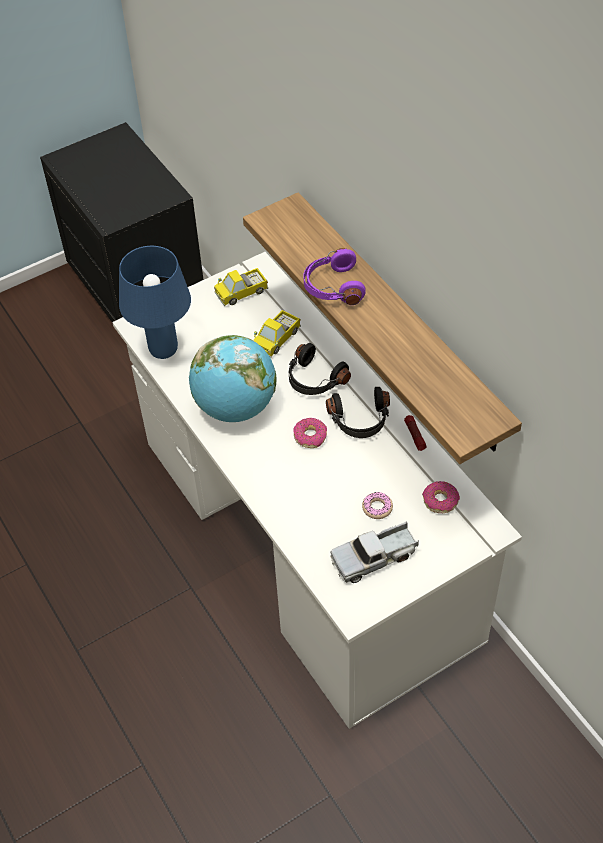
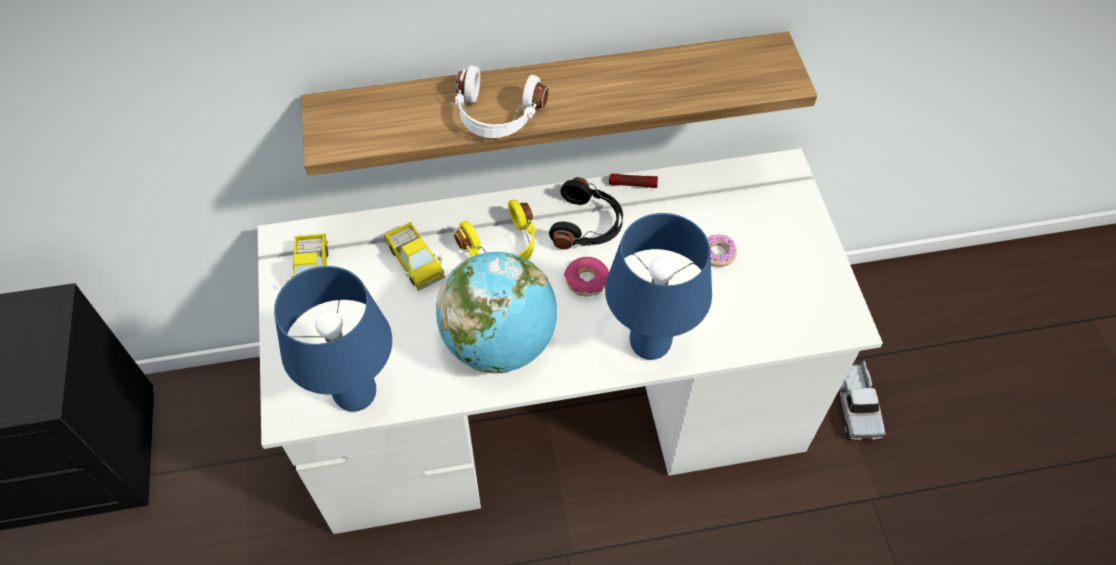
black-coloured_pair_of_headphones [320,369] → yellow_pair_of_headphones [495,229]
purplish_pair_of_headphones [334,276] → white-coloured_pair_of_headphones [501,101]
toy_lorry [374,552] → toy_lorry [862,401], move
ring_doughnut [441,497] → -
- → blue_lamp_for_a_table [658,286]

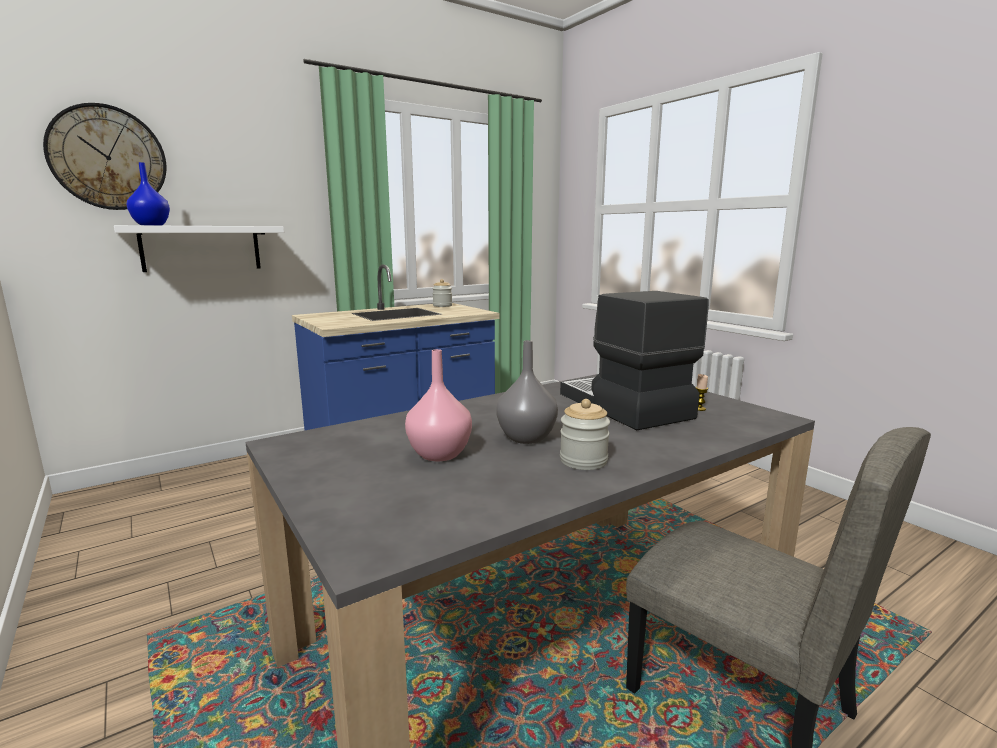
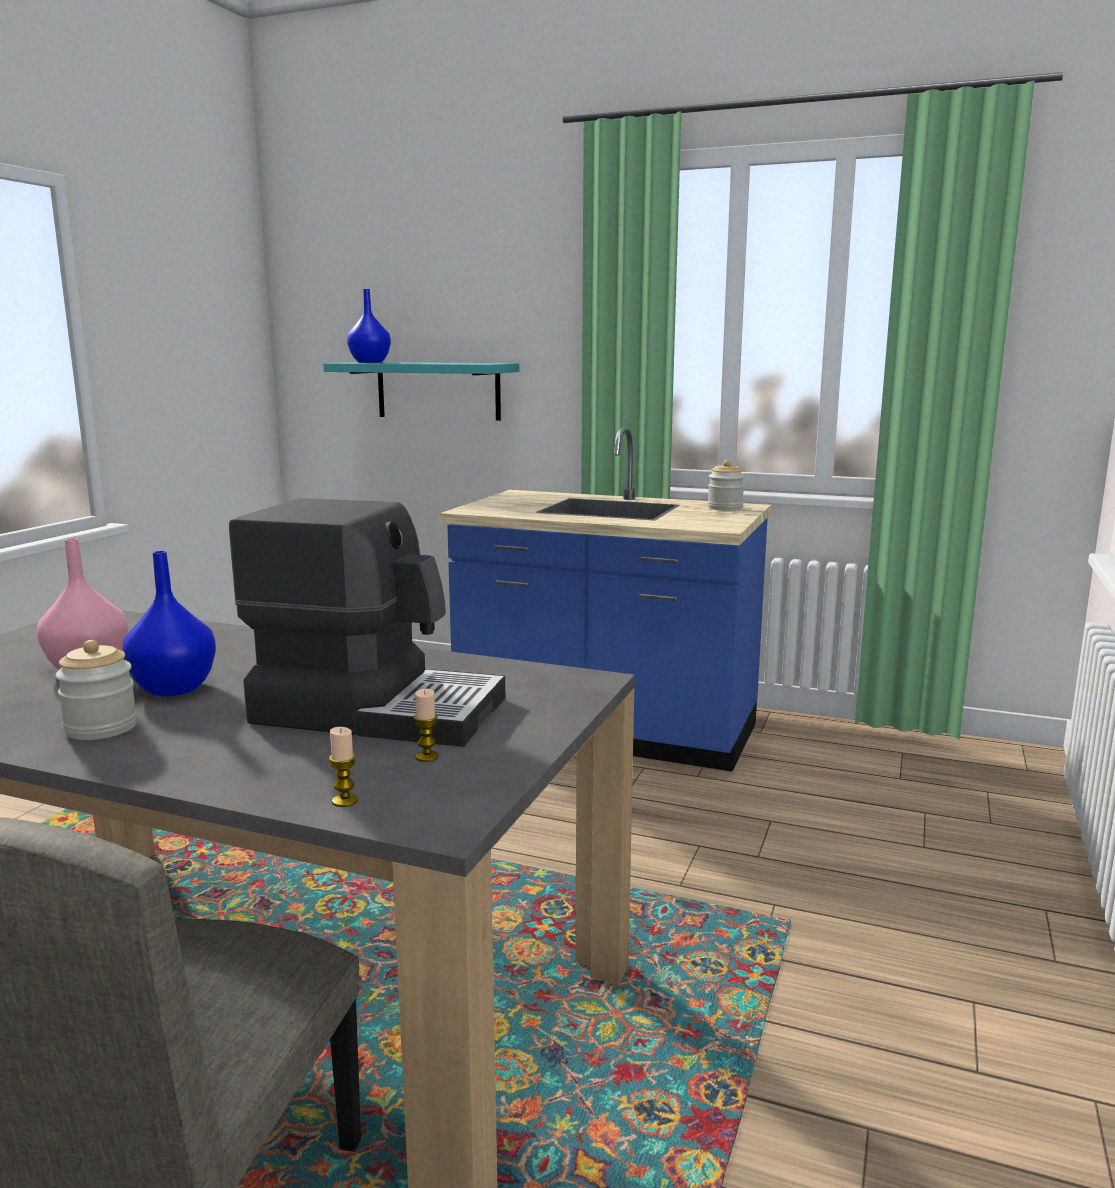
clock_on_the_wall [104,156] → -
white-coloured_wall_shelf [199,248] → blue-green_wall_shelf [421,391]
grey_decorative_vase [527,392] → blue_decorative_vase [169,623]
coffee_maker [634,360] → coffee_maker [367,622], 75 degrees clockwise
- → wax_candle [343,767]

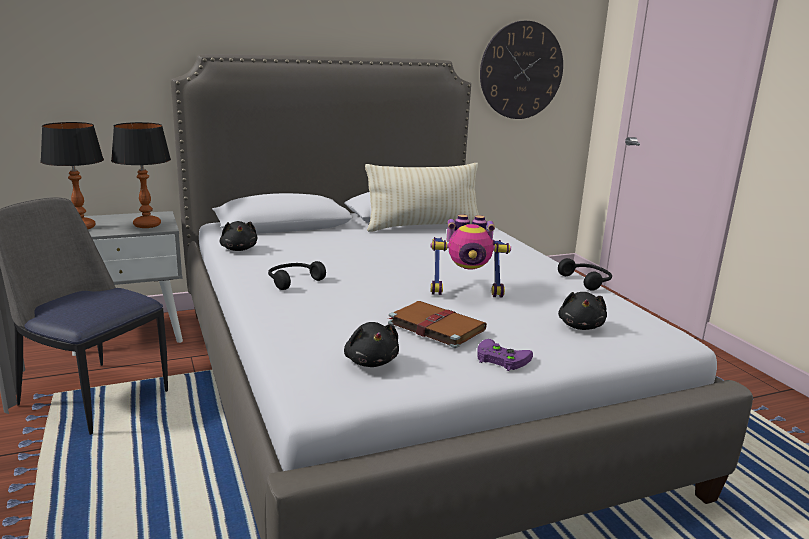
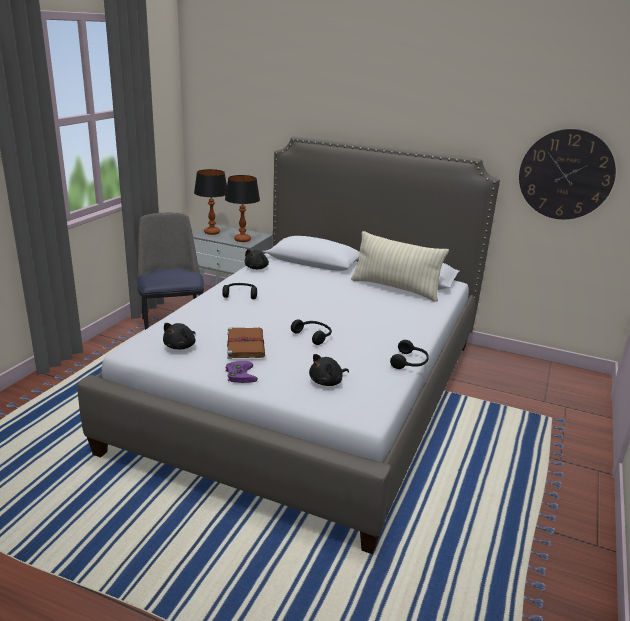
robot_figure [471,256] → black-coloured_pair_of_headphones [311,332]

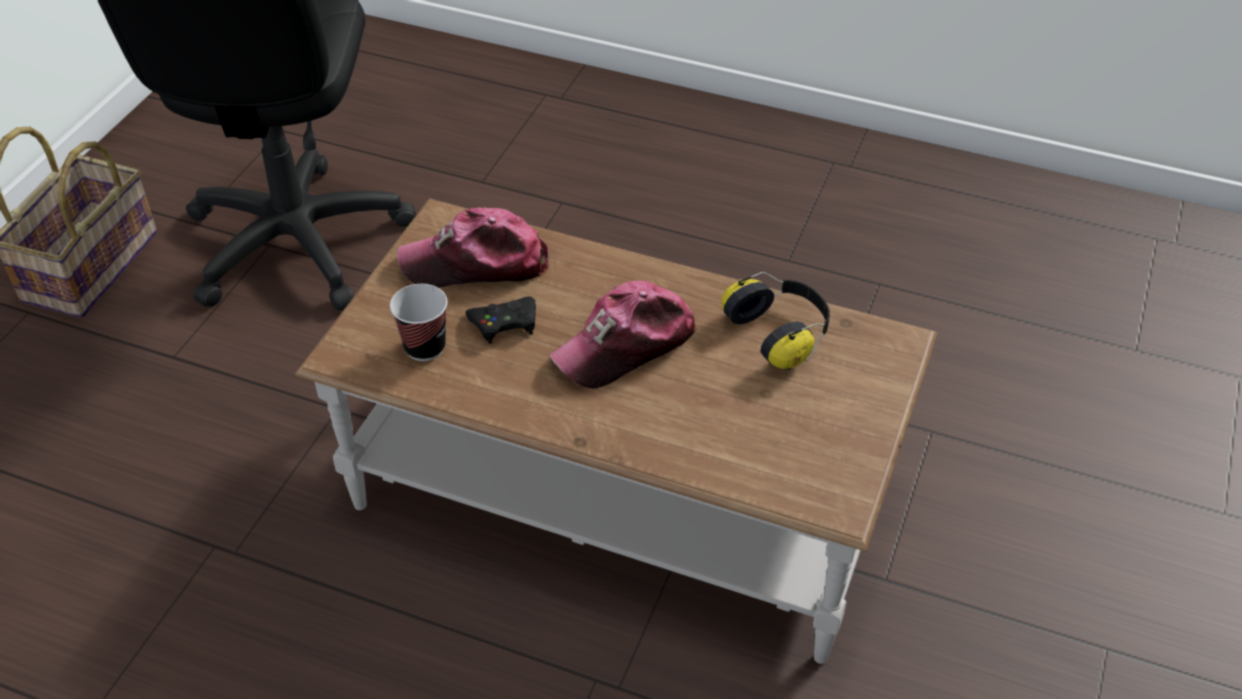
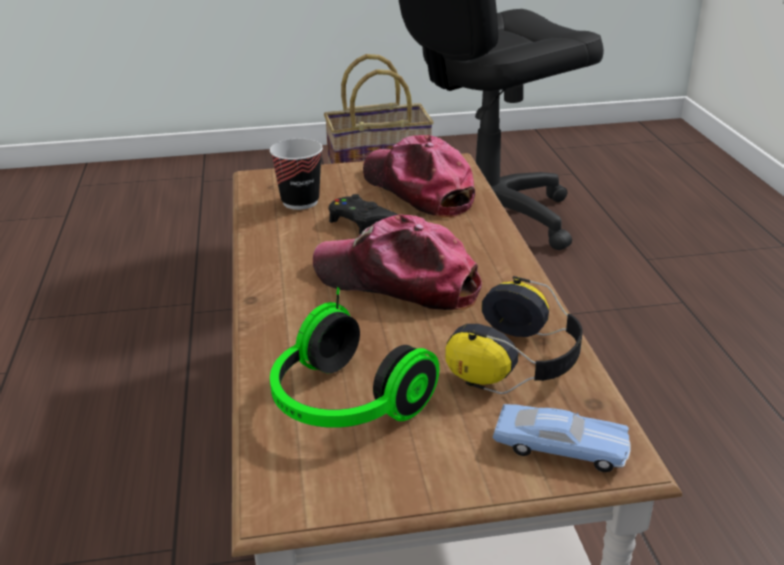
- → pair_of_headphones [354,357]
- → blue_model_car [562,438]

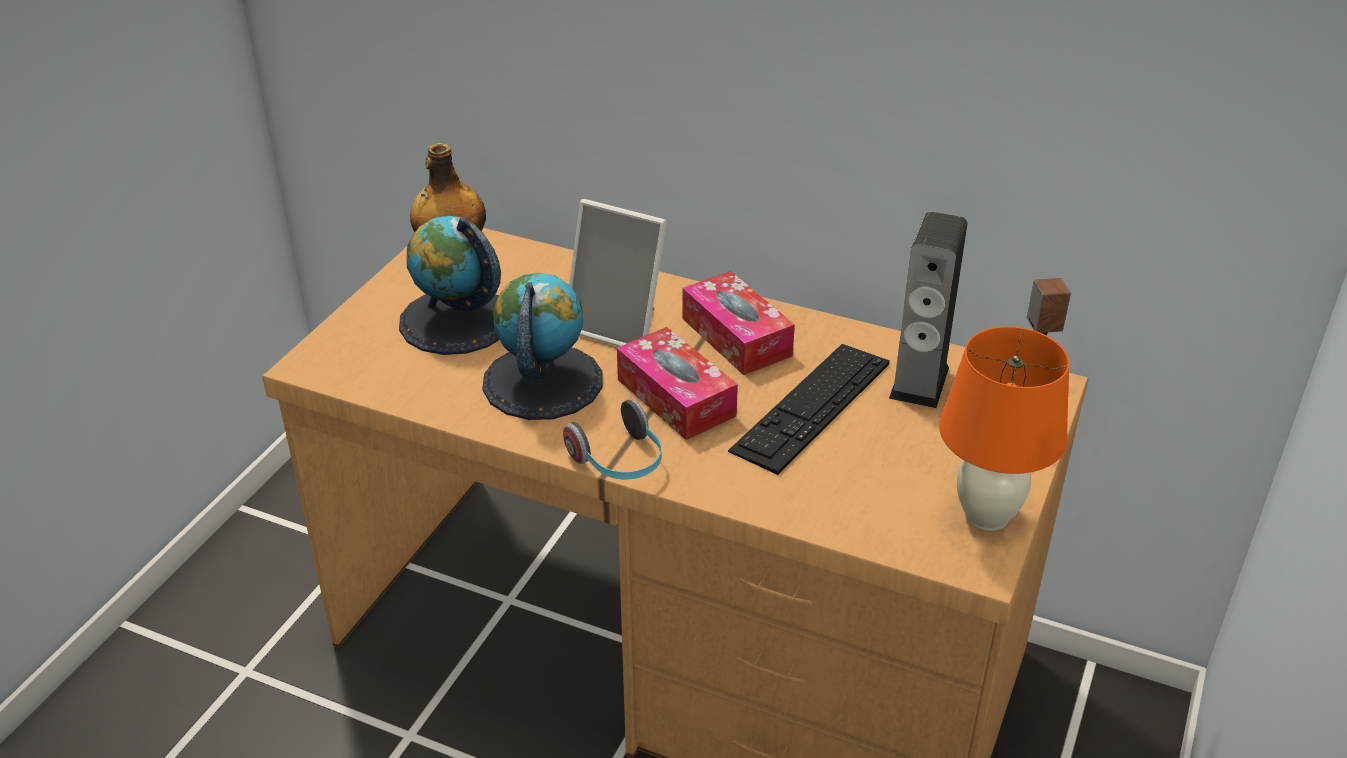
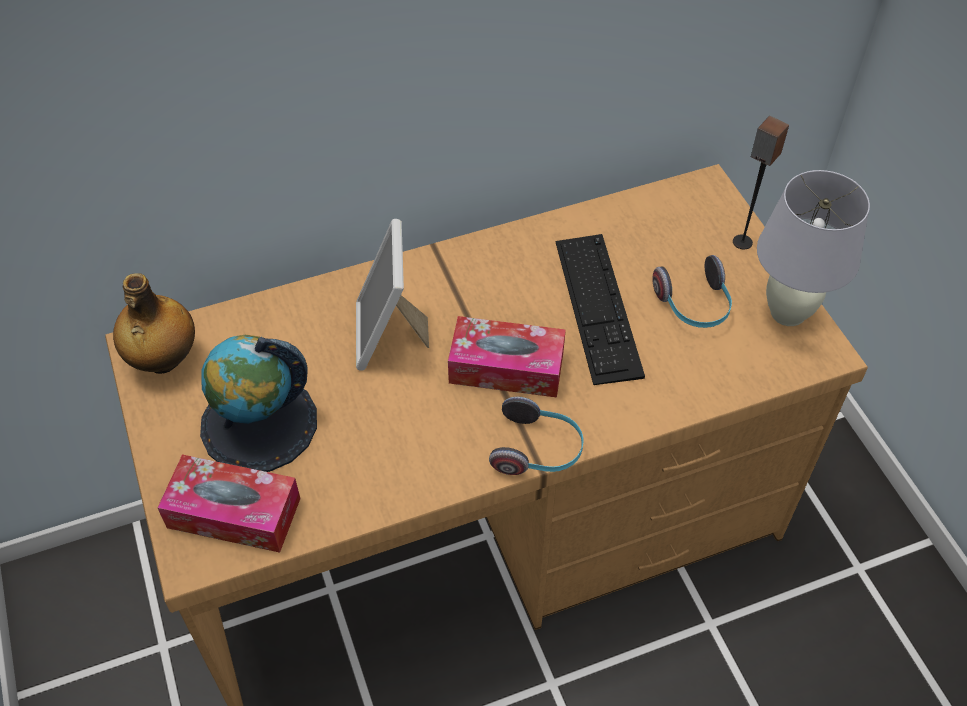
desk_globe [542,346] → -
standing_frame [618,273] → standing_frame [392,295], 105 degrees clockwise
tissue_box [738,323] → tissue_box [229,503], move
audio_speaker [928,310] → -
orange_lamp_for_a_table [1004,428] → white-coloured_lamp_for_a_table [813,248]
- → pair_of_headphones [692,291]

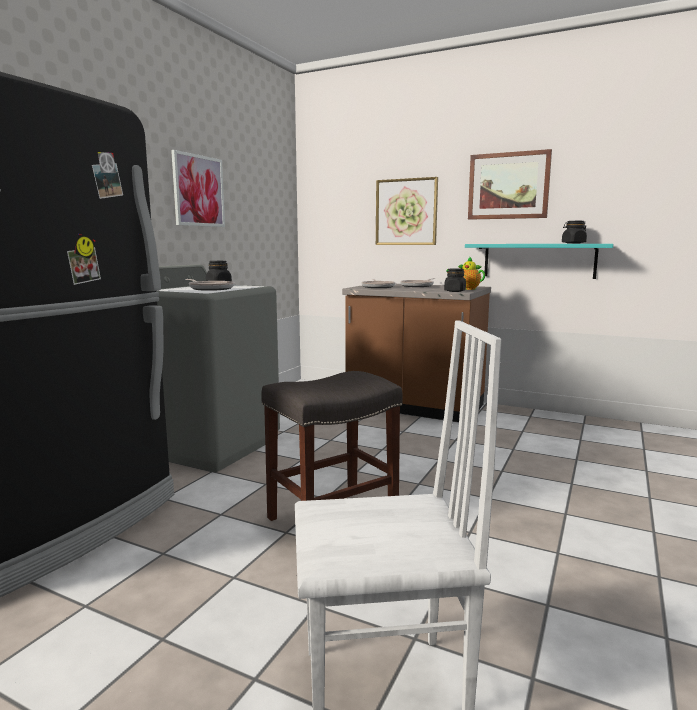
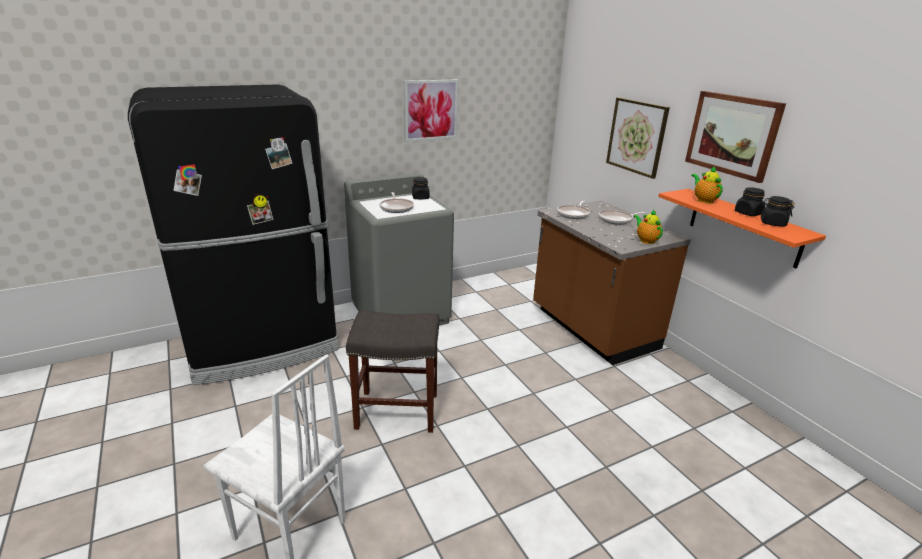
black-coloured_preserve_jar [455,280] → black-coloured_preserve_jar [750,201], move
blue-green_wall_shelf [539,261] → orange_wall_shelf [742,228]
- → pot_for_tea [707,185]

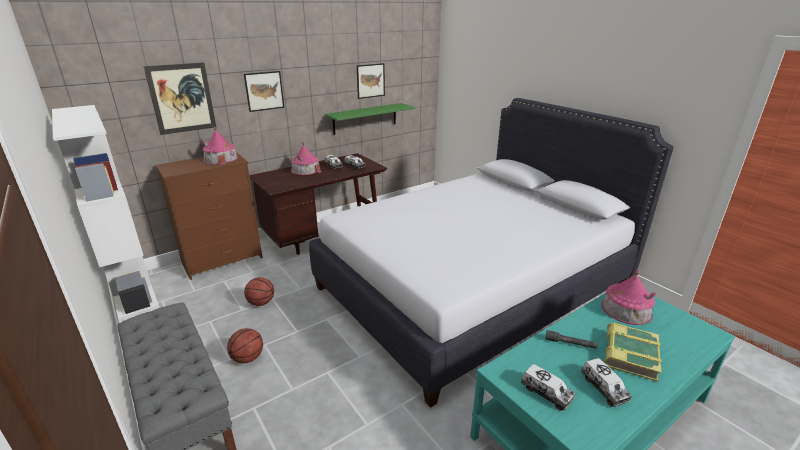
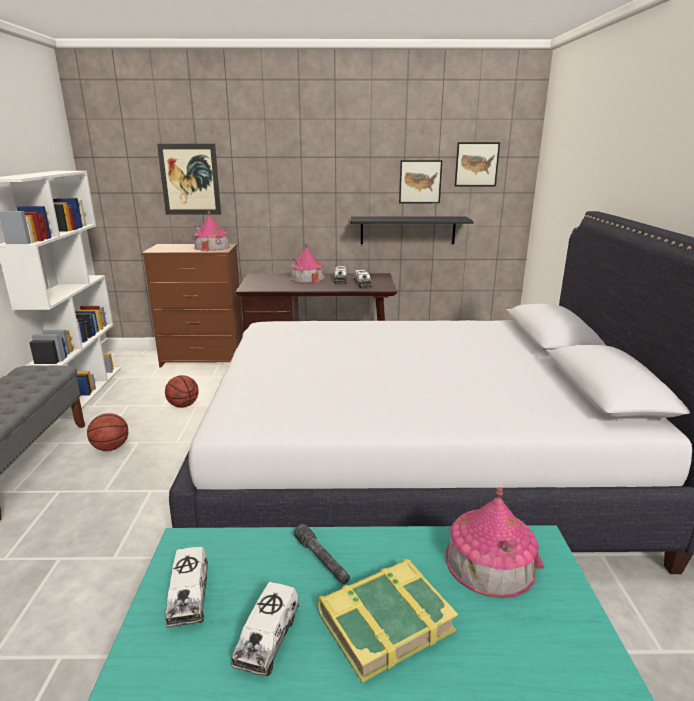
picture [264,91] → picture [477,164], move
green_wall_shelf [370,119] → black-coloured_wall_shelf [412,230]

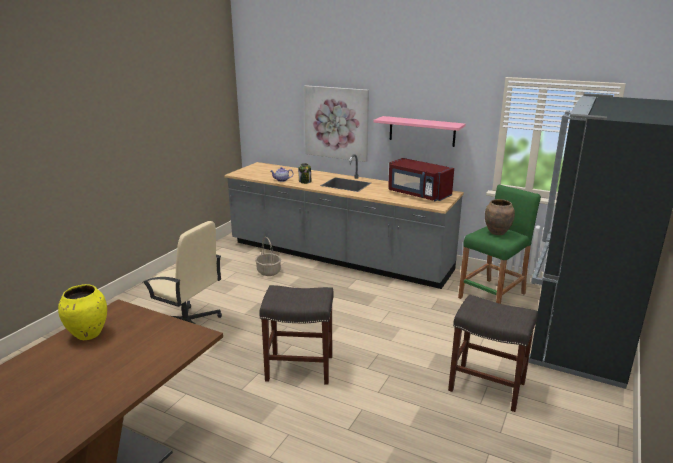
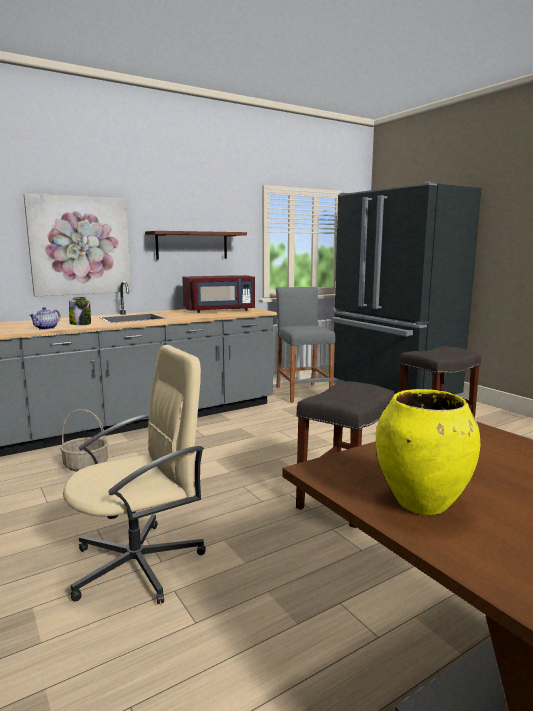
pinkish_wall_shelf [419,131] → brown-coloured_wall_shelf [196,245]
green_stool_seat [499,244] → grey_stool_seat [306,345]
brown-coloured_decorative_vase [500,217] → -

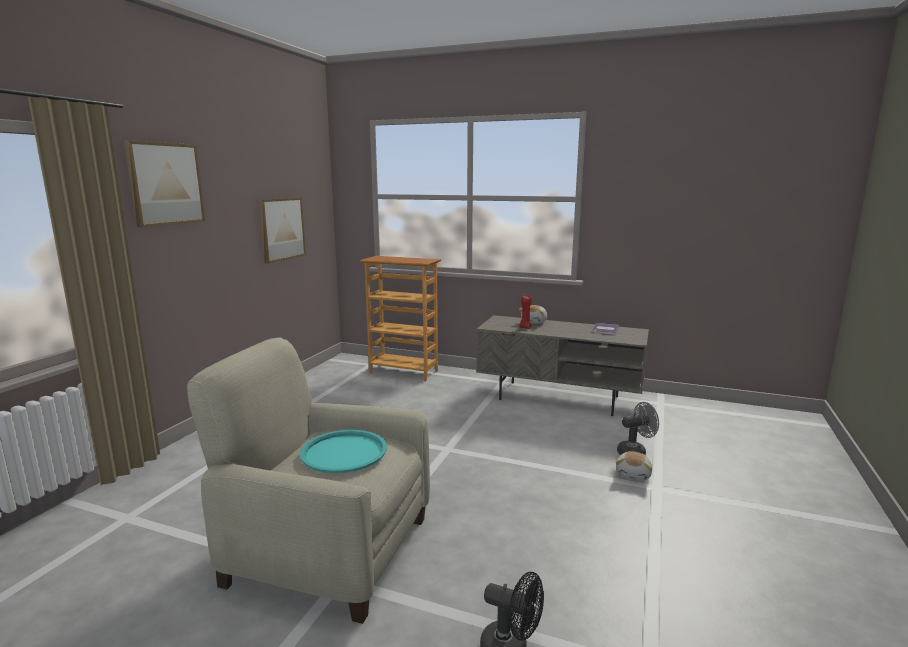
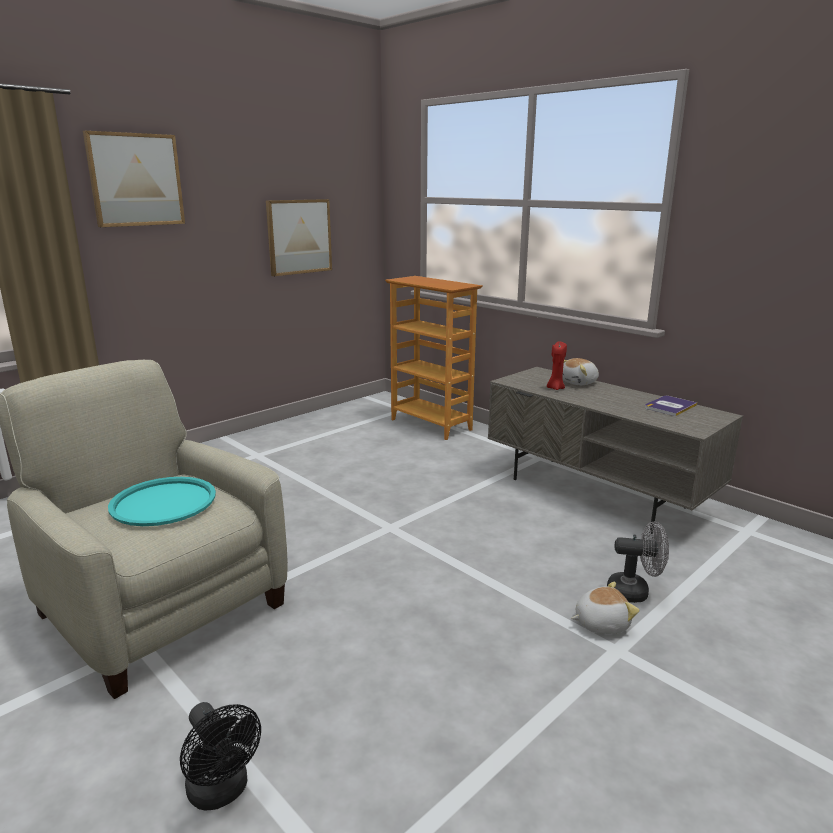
soft_toy [634,466] → soft_toy [605,608], 150 degrees counterclockwise

